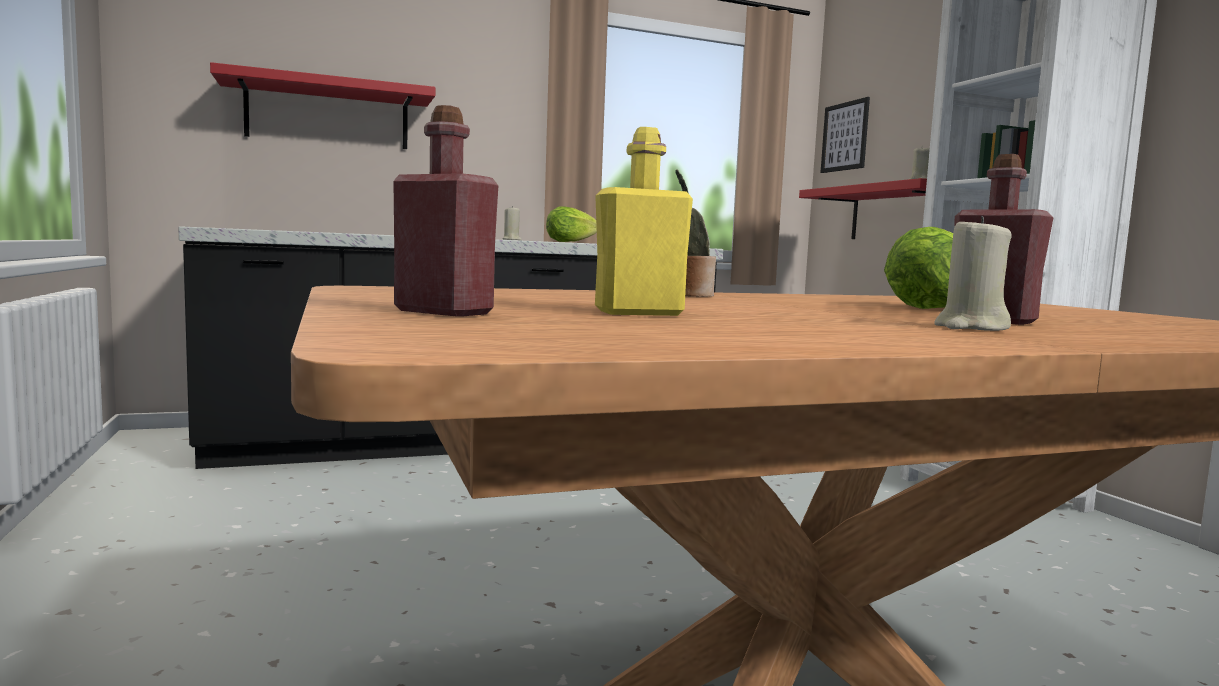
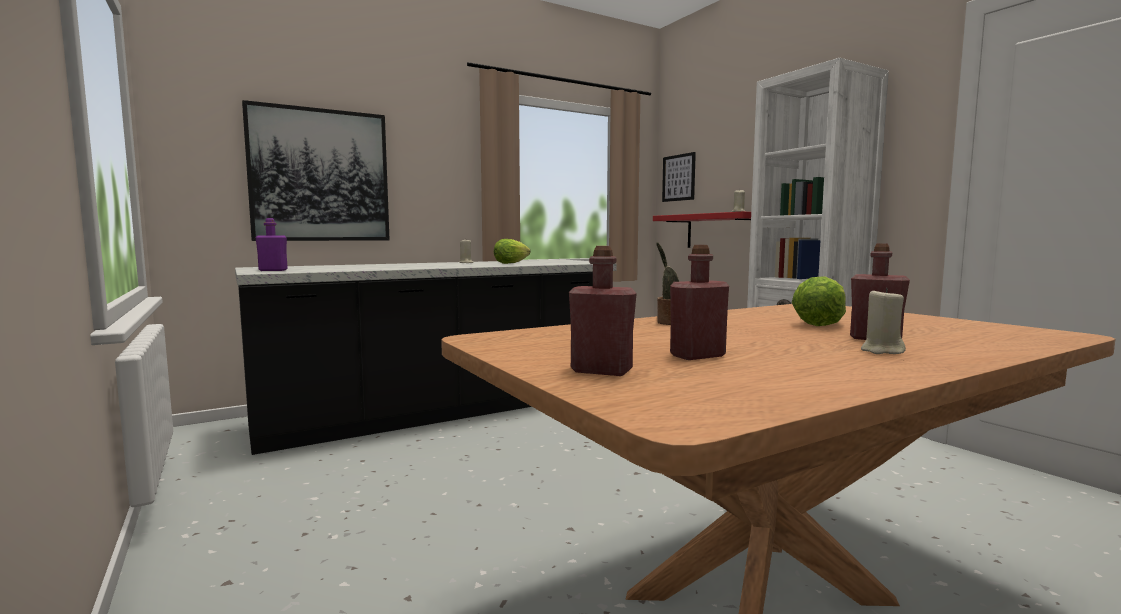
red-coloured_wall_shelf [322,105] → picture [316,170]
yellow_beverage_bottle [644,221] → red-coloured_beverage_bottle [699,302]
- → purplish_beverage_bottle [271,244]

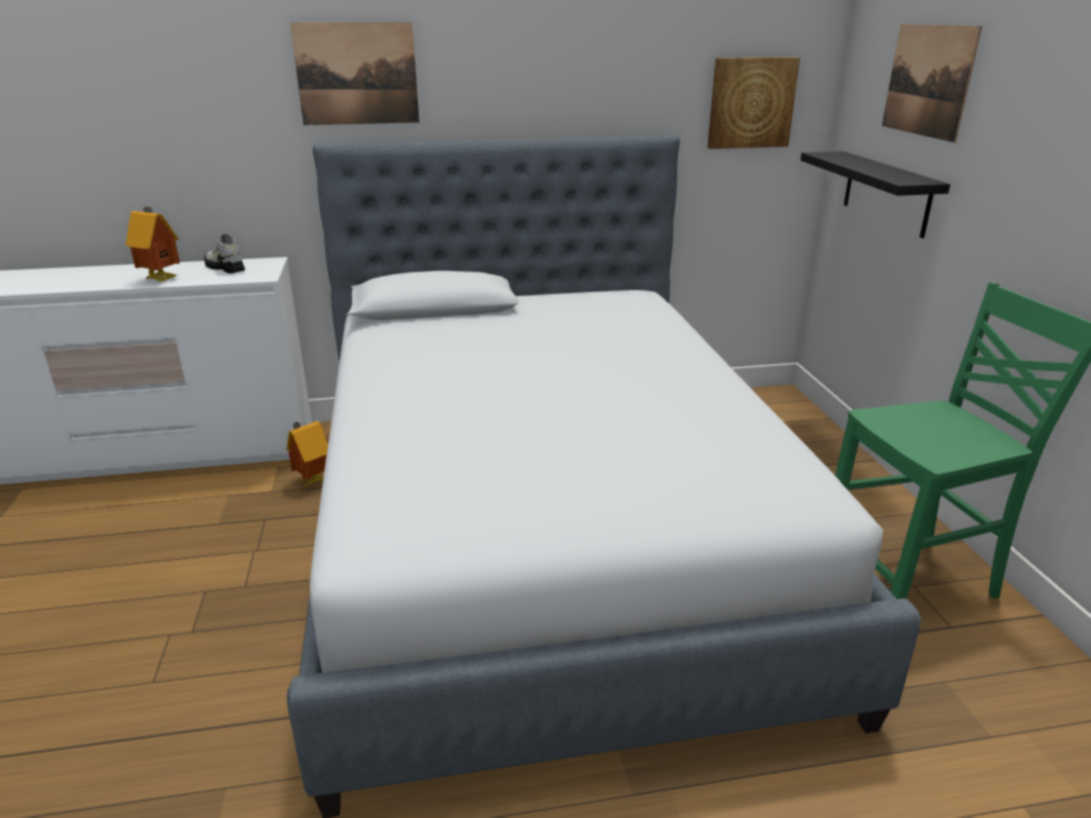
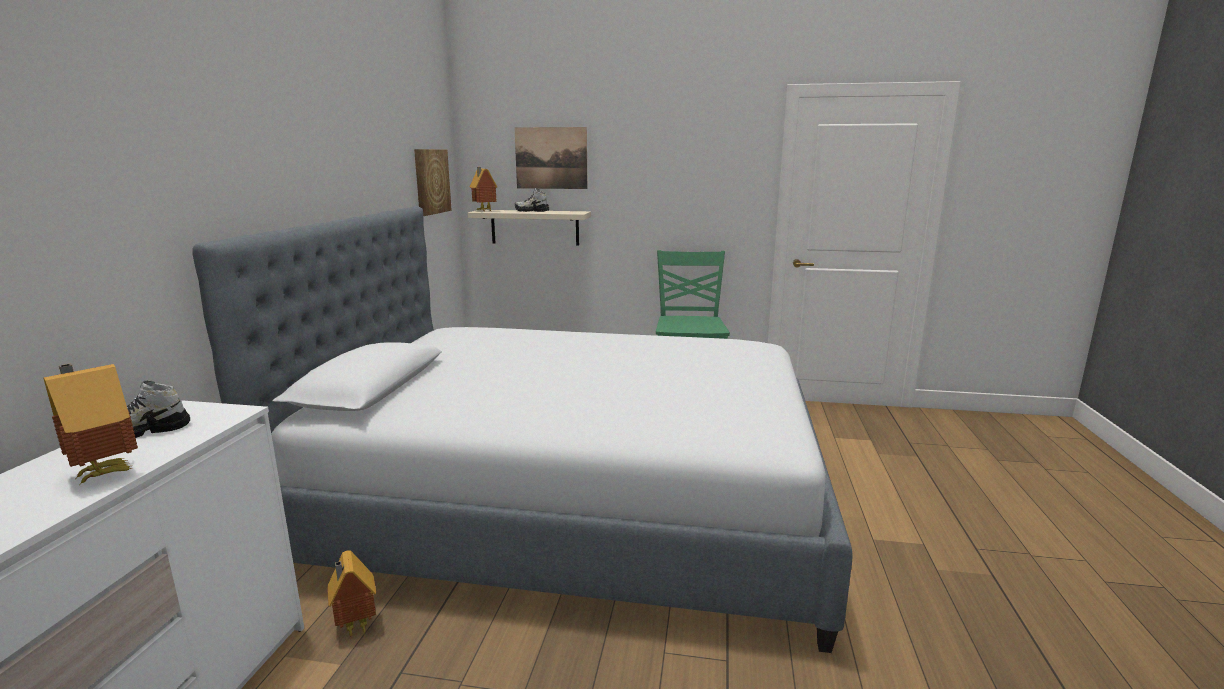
picture [354,73] → -
black-coloured_wall_shelf [875,194] → sand-coloured_wall_shelf [529,228]
- → miniature_house [483,189]
- → shoe [532,200]

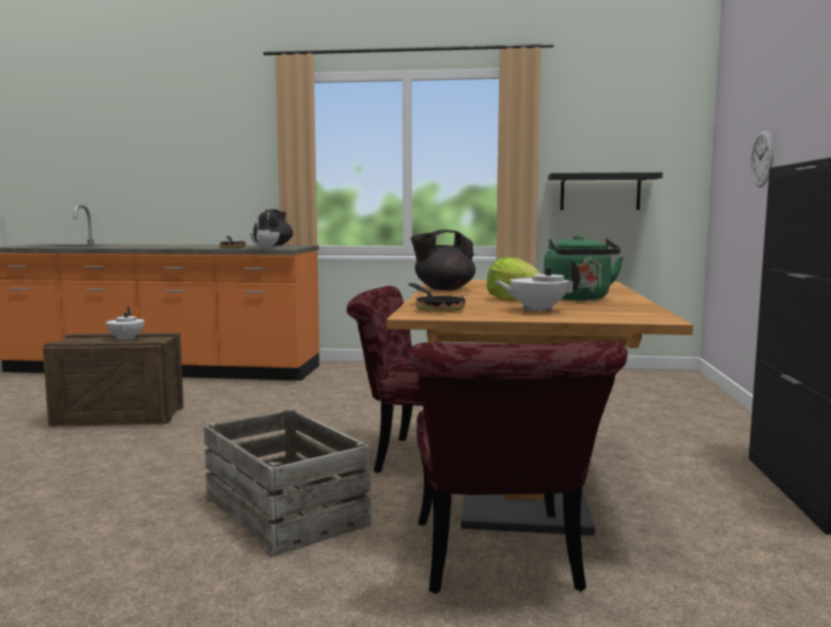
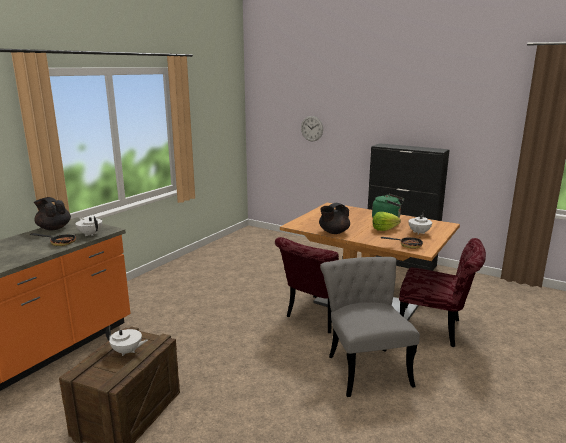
crate [287,483] → grey_chair [370,327]
black-coloured_pot_for_tea [443,260] → black-coloured_pot_for_tea [334,218], 45 degrees clockwise
black-coloured_wall_shelf [605,191] → -

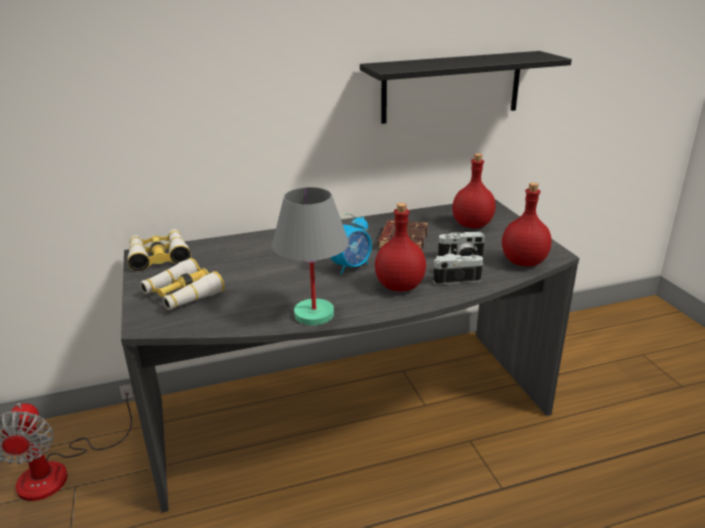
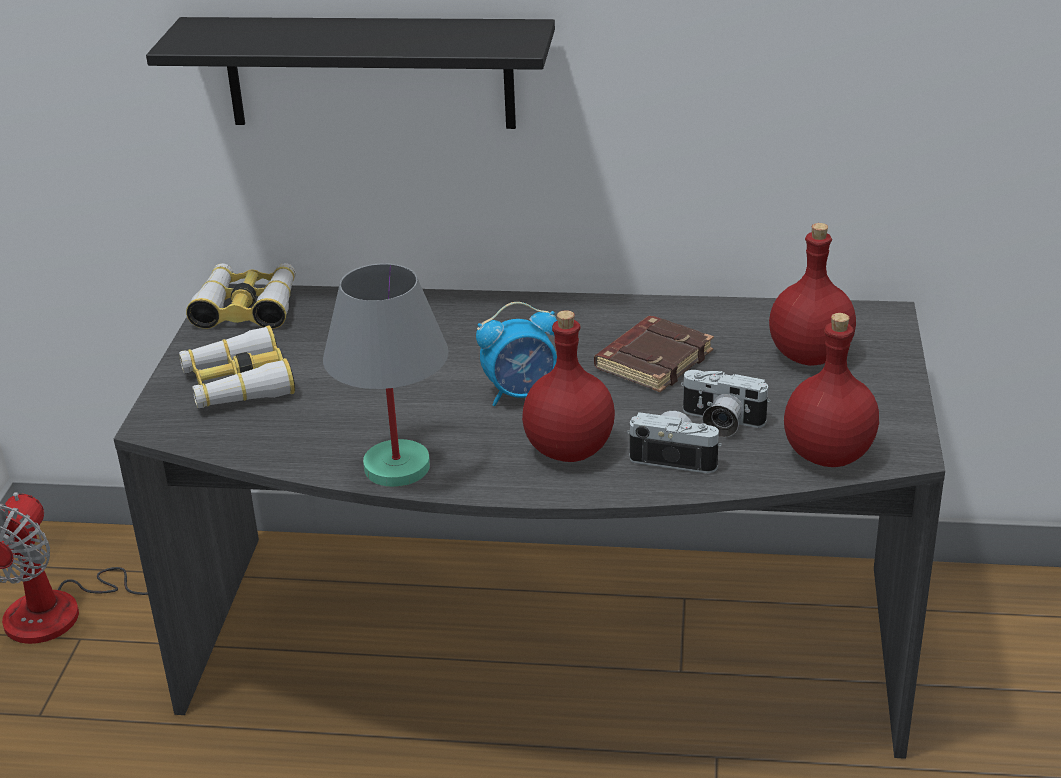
black-coloured_wall_shelf [466,87] → black-coloured_wall_shelf [350,73], move

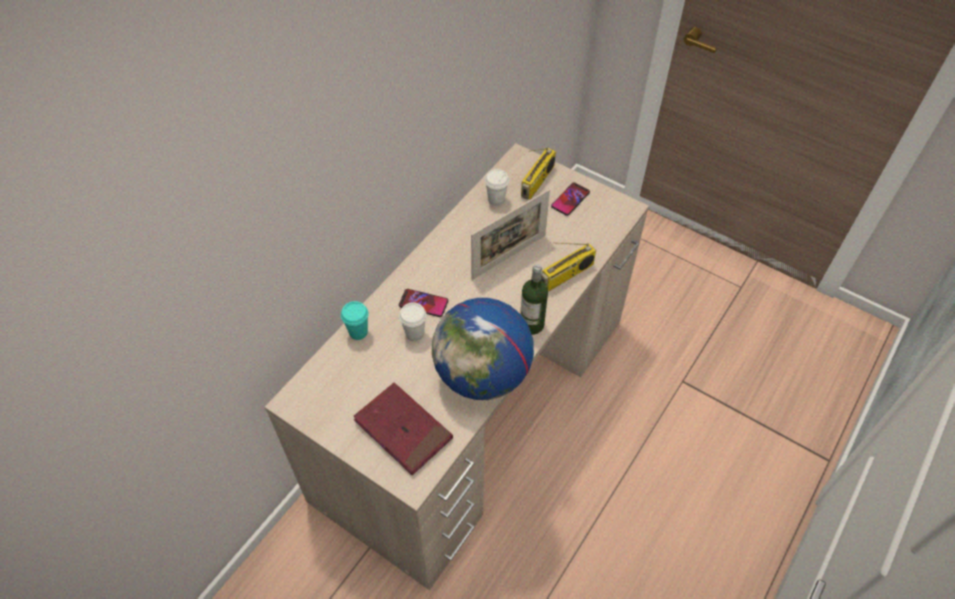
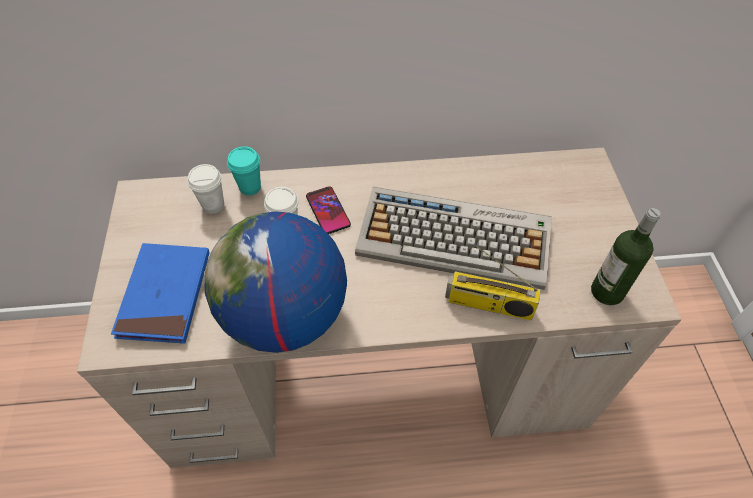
red-coloured_volume [403,429] → blue_volume [160,293]
standing_frame [510,234] → keyboard [453,238]
white-coloured_small_cup [497,187] → white-coloured_small_cup [205,189], move
beverage_bottle [534,299] → beverage_bottle [625,256], move
radio_set [538,174] → -
telephone [570,199] → -

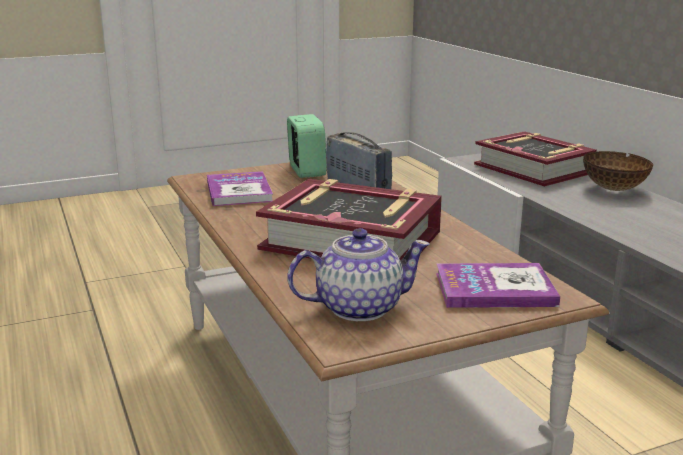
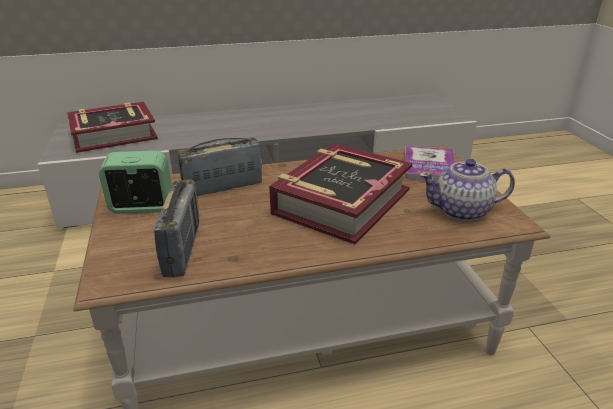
volume [240,188] → radio_set [176,228]
pot_for_tea [358,274] → pot_for_tea [467,190], 90 degrees counterclockwise
serving_bowl [618,171] → -

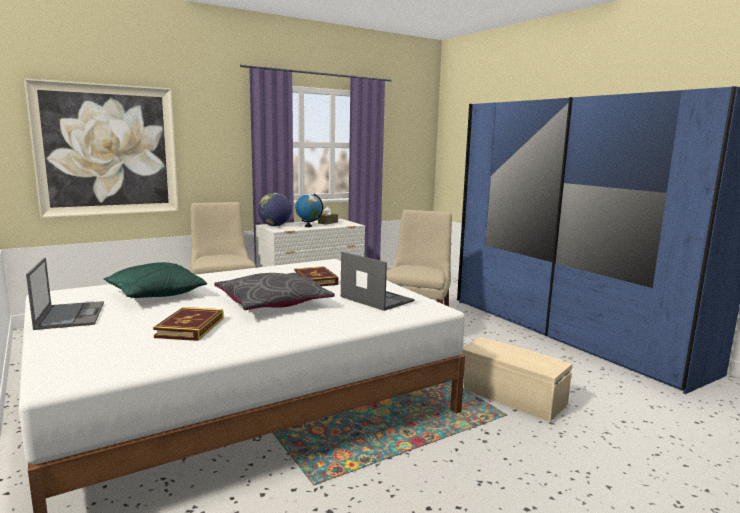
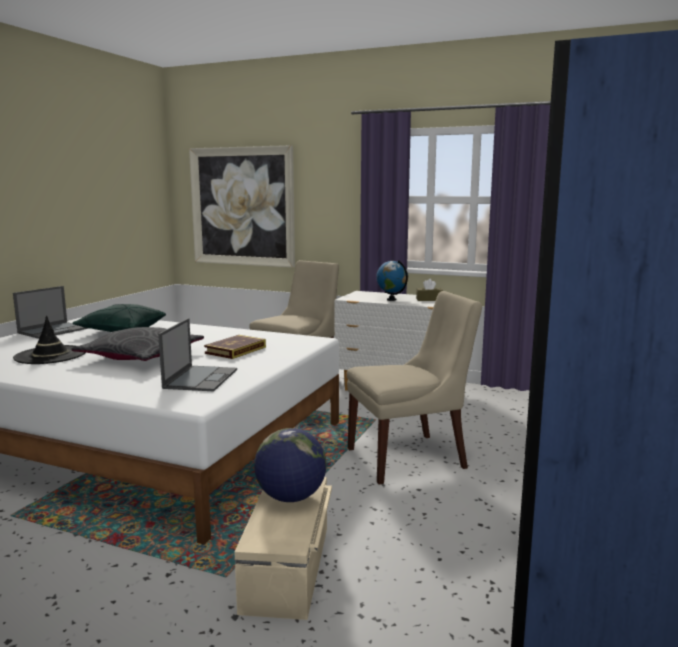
volume [188,324] → black-coloured_clothing_hat [49,339]
desk_globe [275,209] → desk_globe [290,465], move

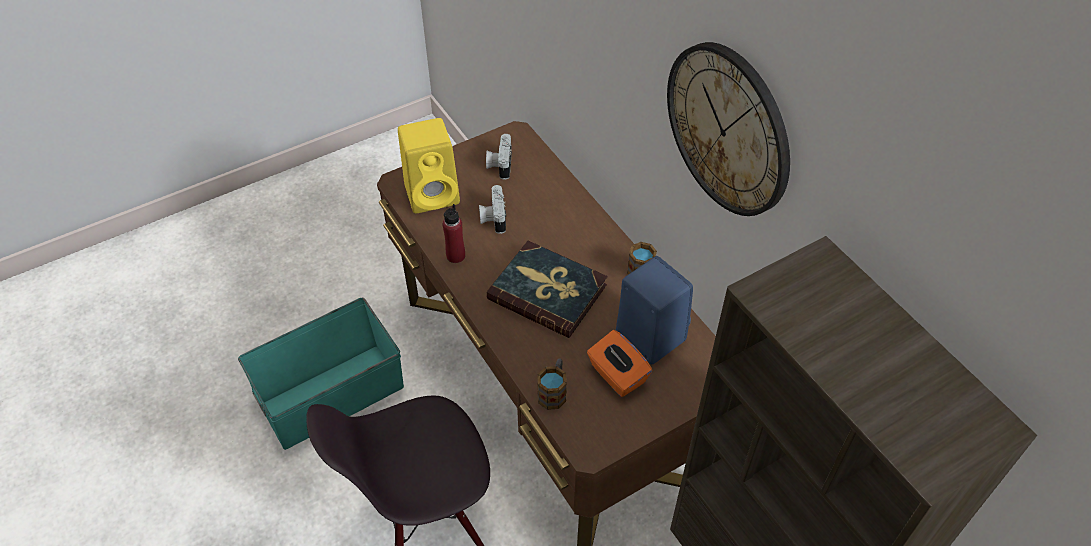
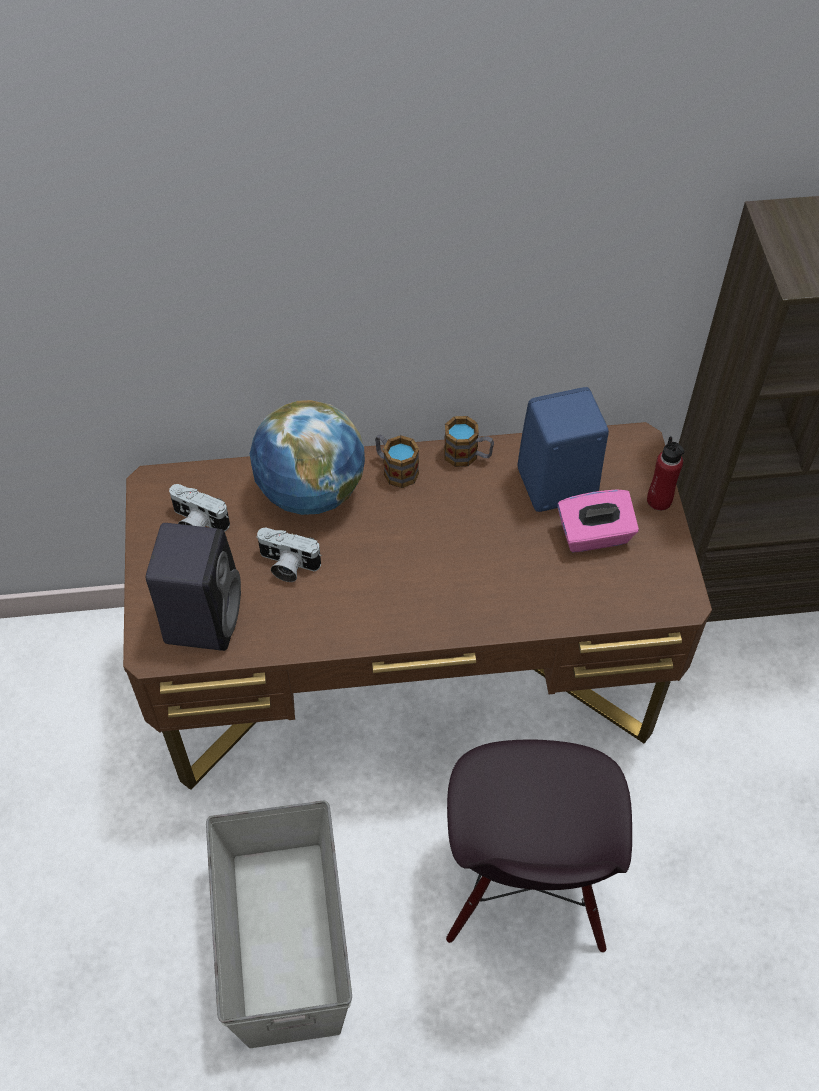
blue-green_storage_container [321,374] → grey_storage_container [279,924]
yellow_audio_speaker [429,165] → black-coloured_audio_speaker [193,587]
red-coloured_beverage_bottle [453,233] → red-coloured_beverage_bottle [665,474], move
volume [546,289] → -
coffee_mug [552,384] → coffee_mug [397,461], move
orange_tissue_box [619,363] → pinkish_tissue_box [598,520]
clock_on_the_wall [728,129] → -
- → desk_globe [307,457]

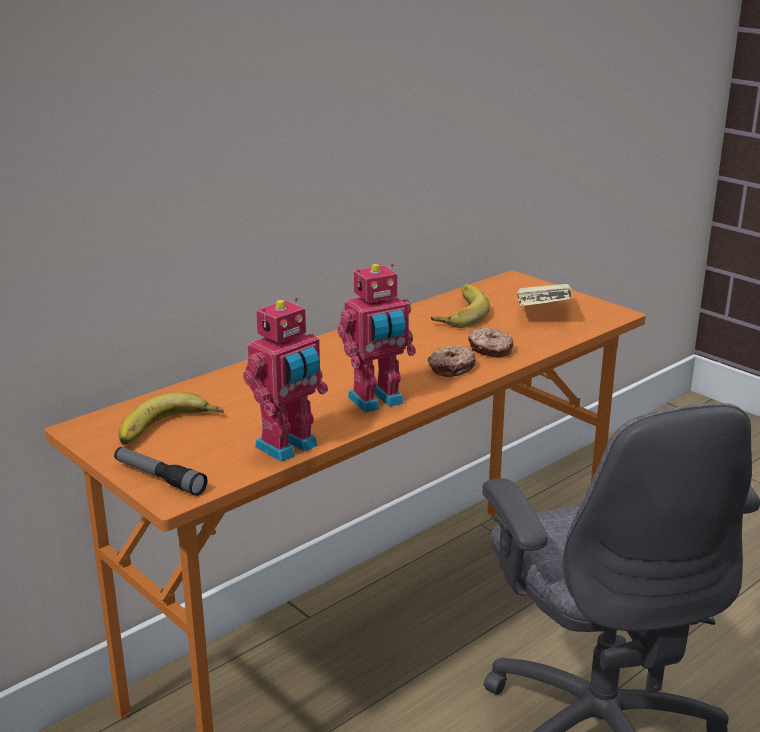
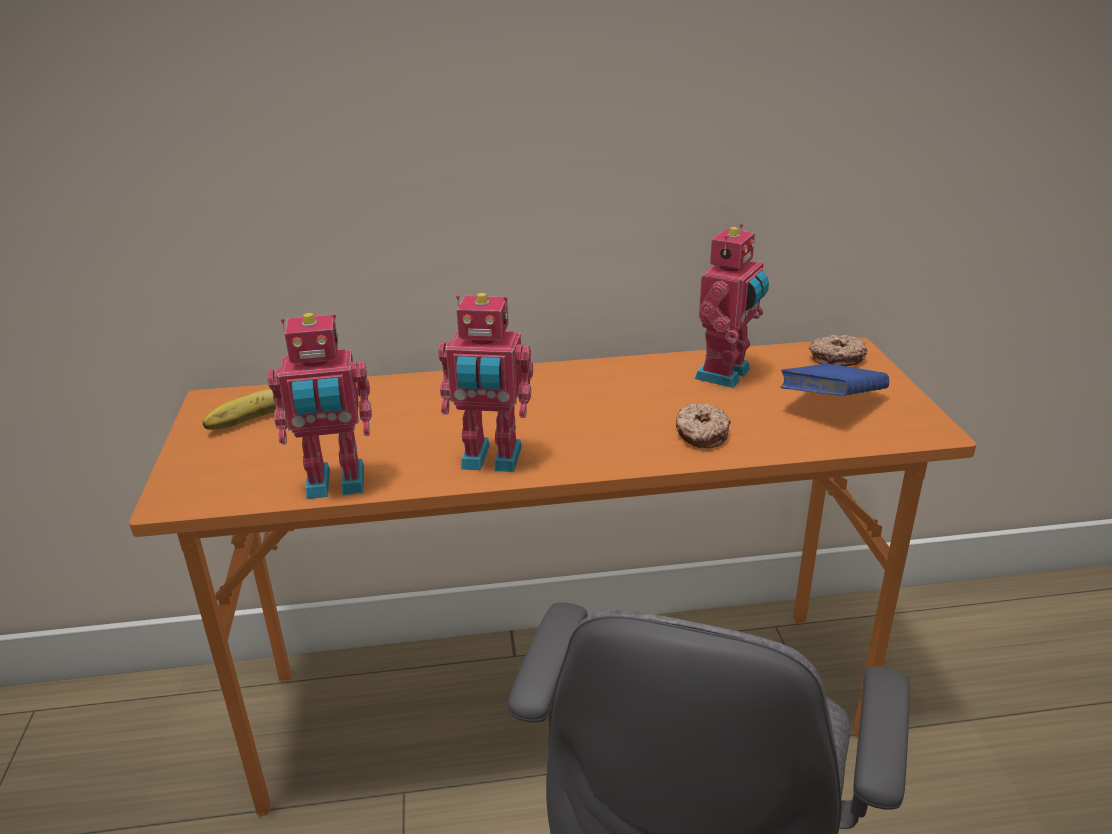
hand_torch [160,471] → -
ring_doughnut [452,361] → ring_doughnut [838,350], move
banana [460,306] → robot_figure [732,306]
sand-coloured_volume [544,295] → blue_volume [834,380]

